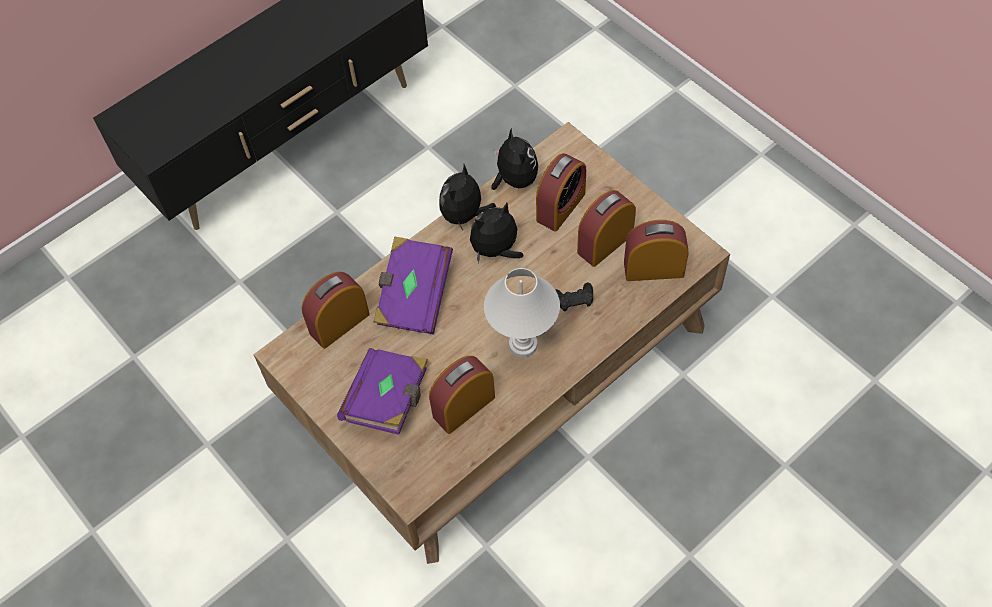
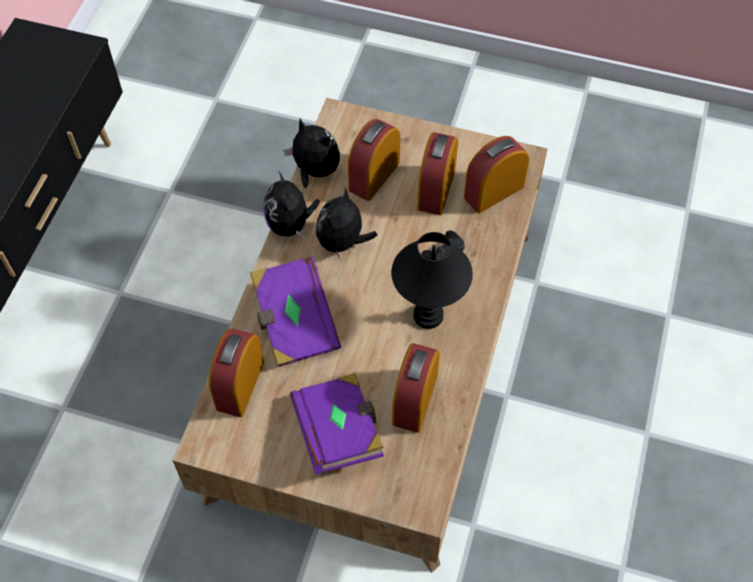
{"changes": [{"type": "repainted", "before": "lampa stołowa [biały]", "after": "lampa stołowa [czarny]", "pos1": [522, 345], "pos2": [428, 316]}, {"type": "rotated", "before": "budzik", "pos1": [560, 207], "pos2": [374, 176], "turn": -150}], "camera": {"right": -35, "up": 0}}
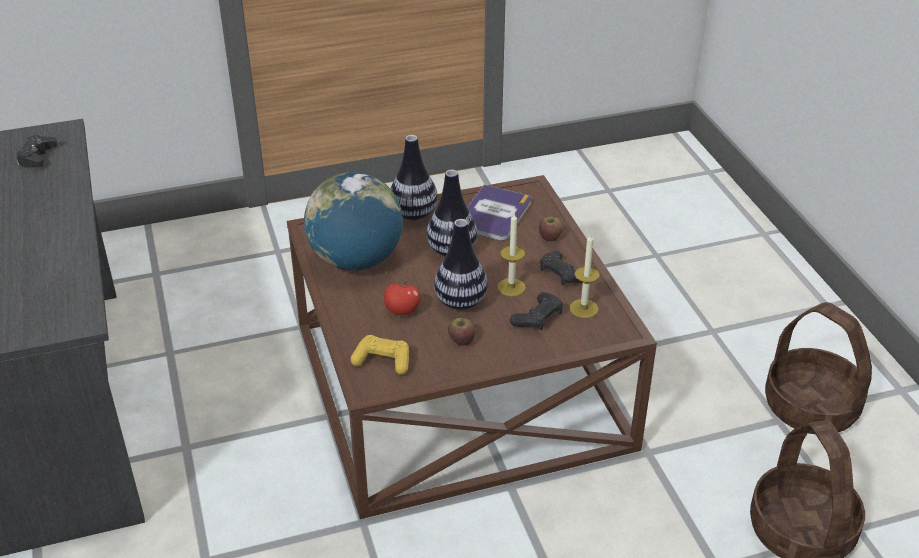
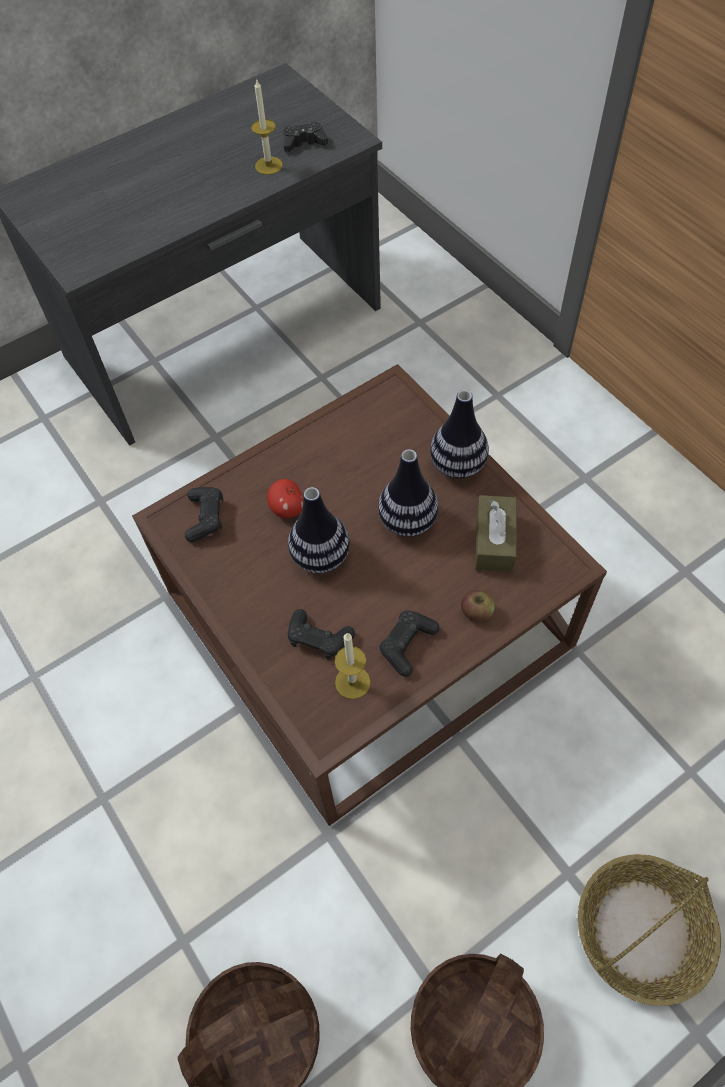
{"changes": [{"type": "gone", "before": "globus", "pos1": [356, 260]}, {"type": "repainted", "before": "pad do gier [żółty]", "after": "pad do gier [czarny]", "pos1": [383, 361], "pos2": [205, 517]}, {"type": "gone", "before": "jabłko", "pos1": [461, 340]}, {"type": "swapped", "before": "książka", "after": "pudełko chusteczek [brązowy]", "pos1": [494, 214], "pos2": [494, 541]}, {"type": "shifted", "before": "świeca", "pos1": [511, 287], "pos2": [268, 165]}, {"type": "new", "after": "koszyk", "pos2": [641, 932]}], "camera": {"right": 75, "up": 20}}
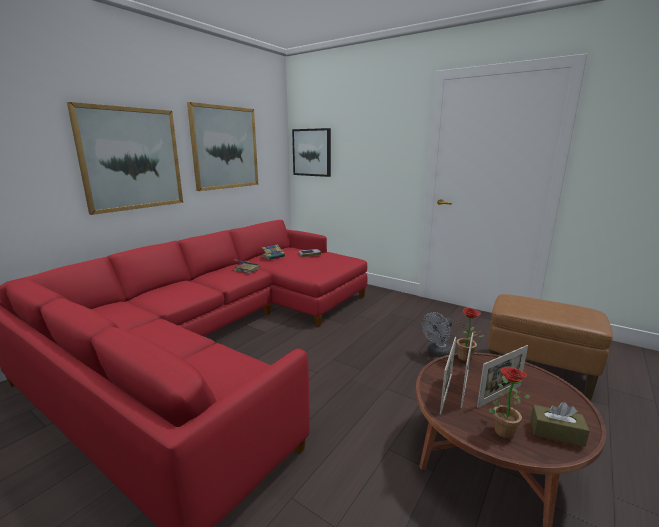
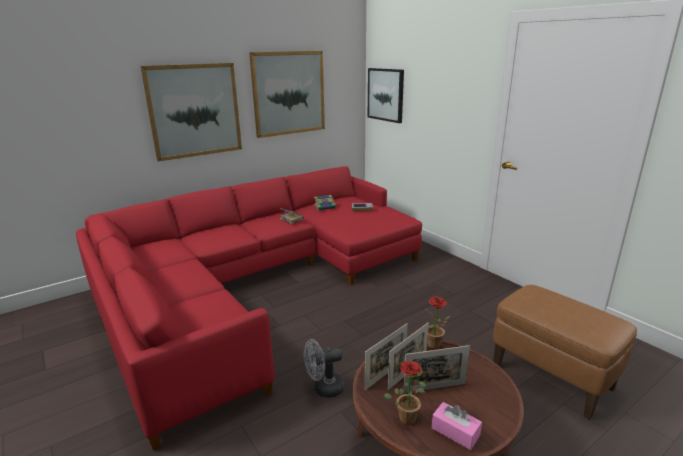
{"changes": [{"type": "shifted", "before": "wentylator [szary]", "pos1": [437, 353], "pos2": [324, 389]}, {"type": "repainted", "before": "pudełko chusteczek [brązowy]", "after": "pudełko chusteczek [różowy]", "pos1": [556, 432], "pos2": [455, 432]}], "camera": {"right": 20, "up": 5}}
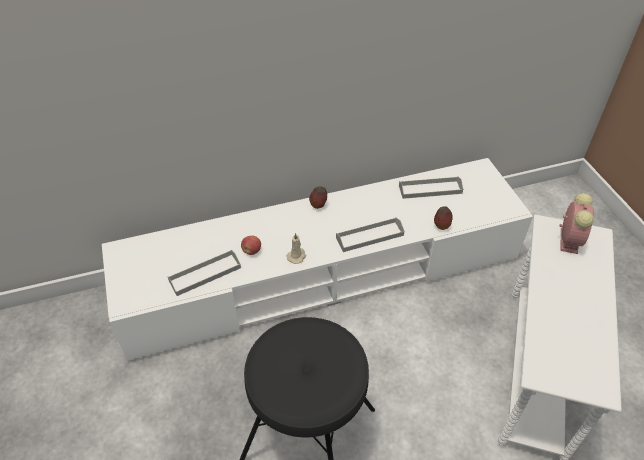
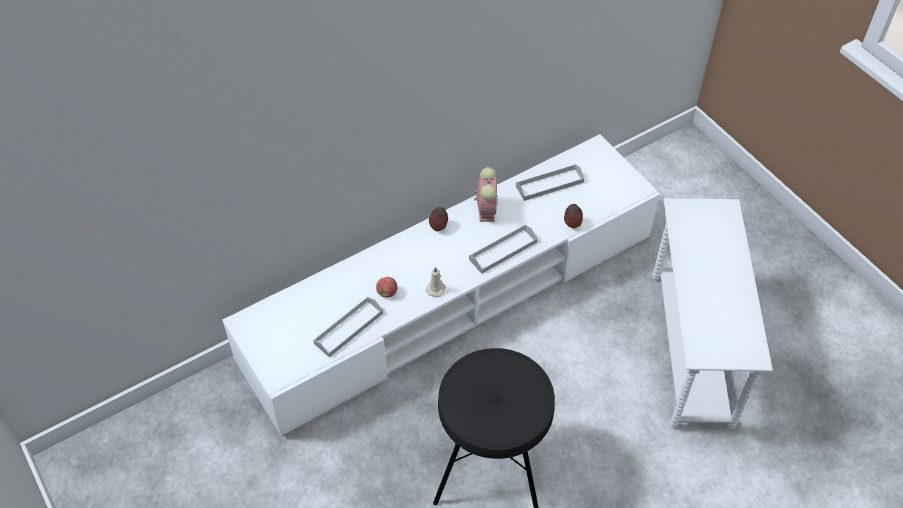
{"changes": [{"type": "shifted", "before": "budzik", "pos1": [568, 239], "pos2": [486, 209]}], "camera": {"right": -15, "up": 5}}
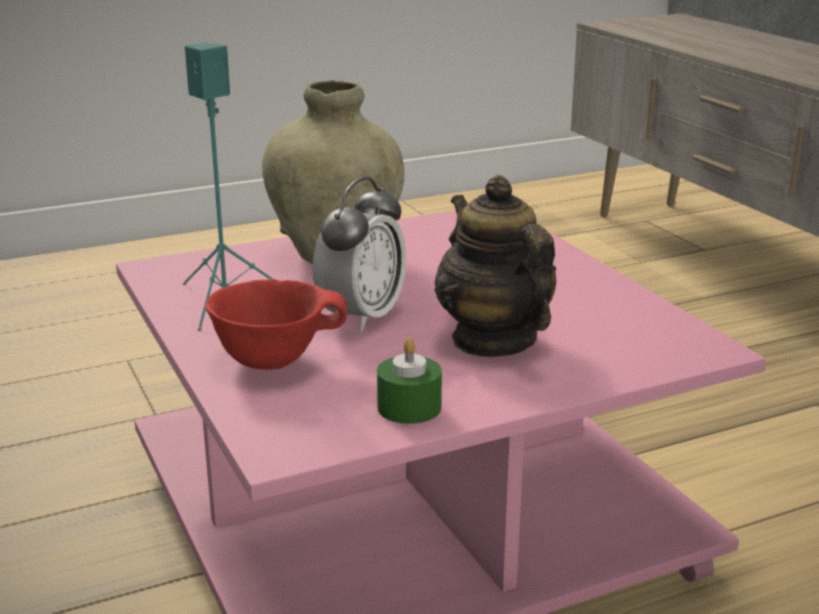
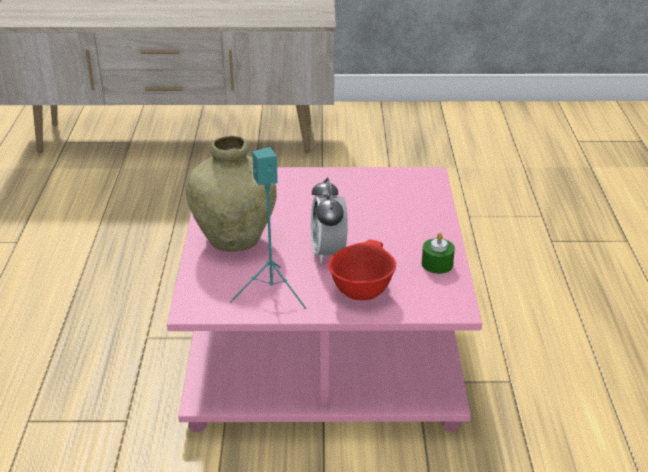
{"changes": [{"type": "rotated", "before": "budzik", "pos1": [361, 317], "pos2": [328, 252], "turn": -150}, {"type": "gone", "before": "imbryk", "pos1": [493, 340]}], "camera": {"right": -65, "up": 10}}
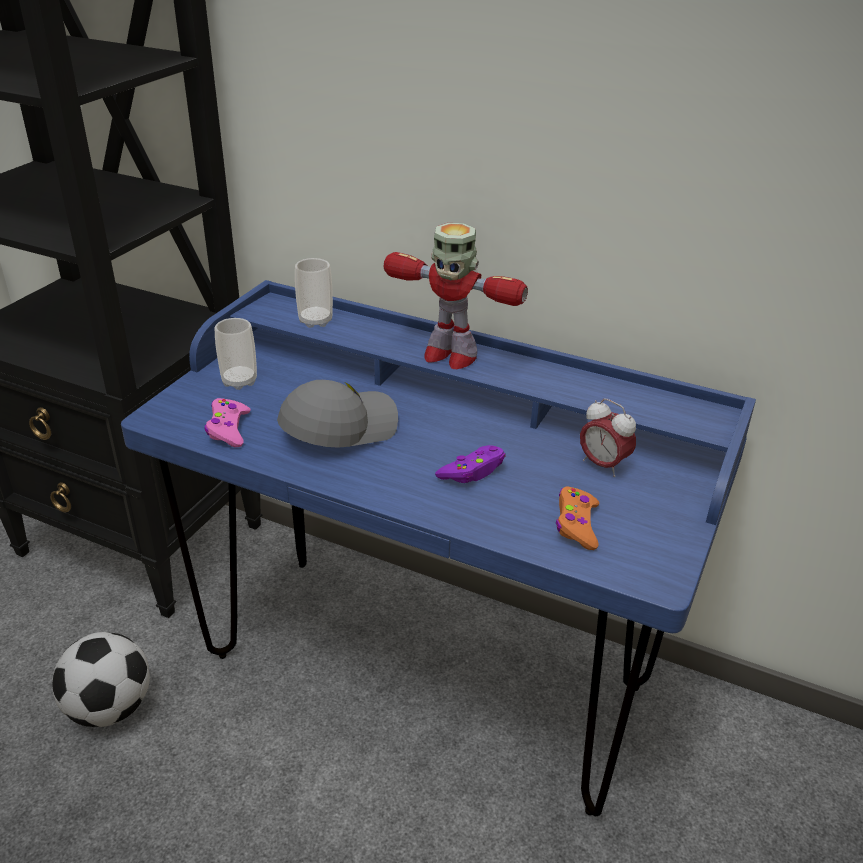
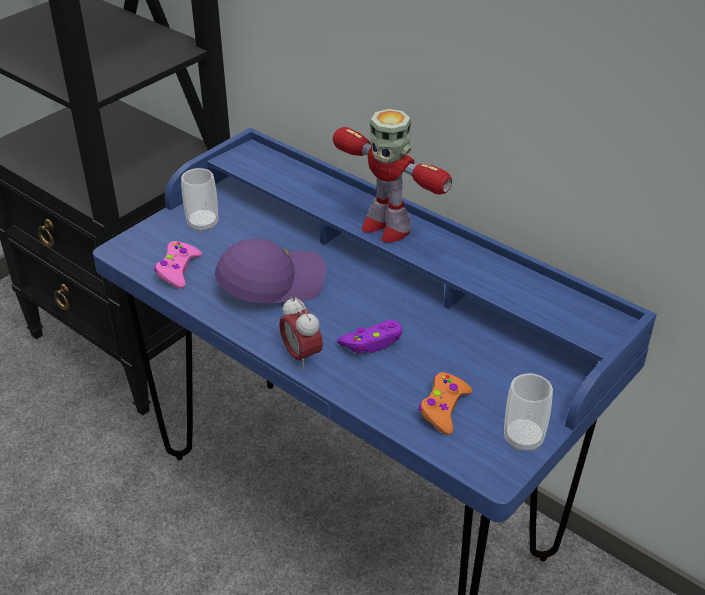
{"changes": [{"type": "gone", "before": "piłka futbolowa", "pos1": [110, 709]}, {"type": "repainted", "before": "czapka z daszkiem [szary]", "after": "czapka z daszkiem [fioletowy]", "pos1": [338, 427], "pos2": [271, 282]}, {"type": "shifted", "before": "filiżanka", "pos1": [315, 321], "pos2": [523, 439]}, {"type": "shifted", "before": "budzik", "pos1": [603, 465], "pos2": [301, 355]}], "camera": {"right": 15, "up": 5}}
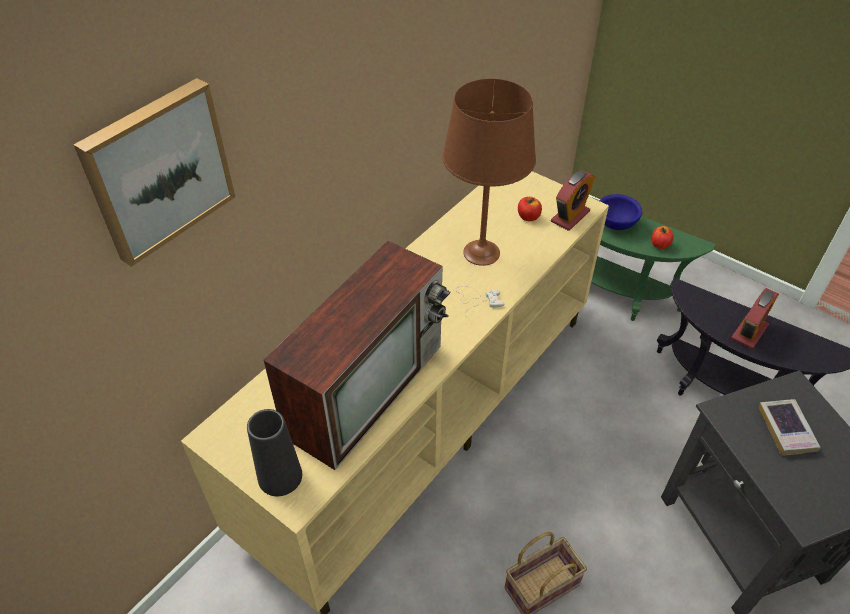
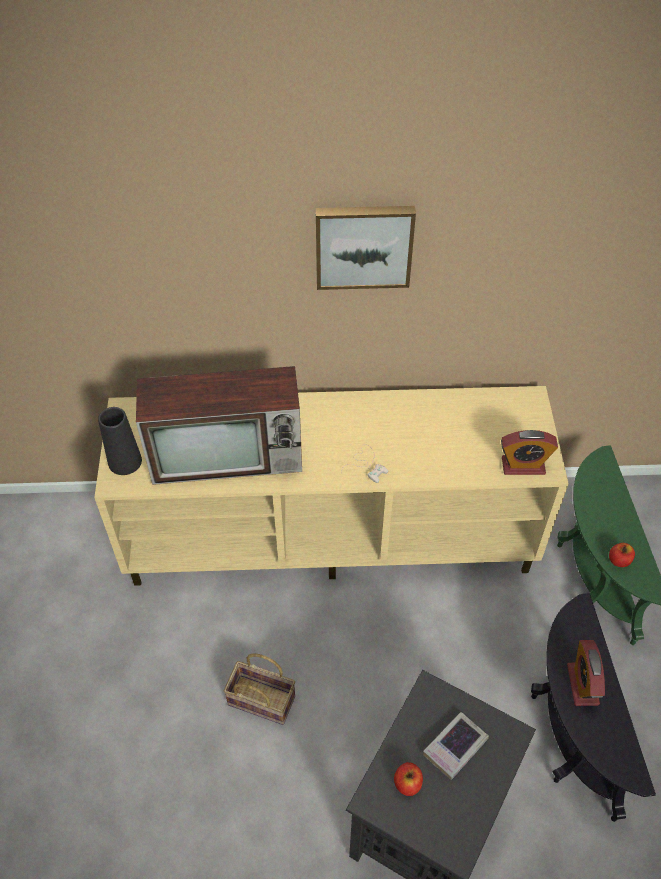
{"changes": [{"type": "shifted", "before": "obraz", "pos1": [158, 170], "pos2": [363, 245]}, {"type": "gone", "before": "lampa stołowa [brązowy]", "pos1": [480, 252]}, {"type": "shifted", "before": "jabłko", "pos1": [528, 217], "pos2": [407, 783]}, {"type": "gone", "before": "miska [niebieski]", "pos1": [616, 224]}, {"type": "rotated", "before": "budzik", "pos1": [749, 332], "pos2": [582, 684], "turn": 90}], "camera": {"right": 50, "up": 5}}
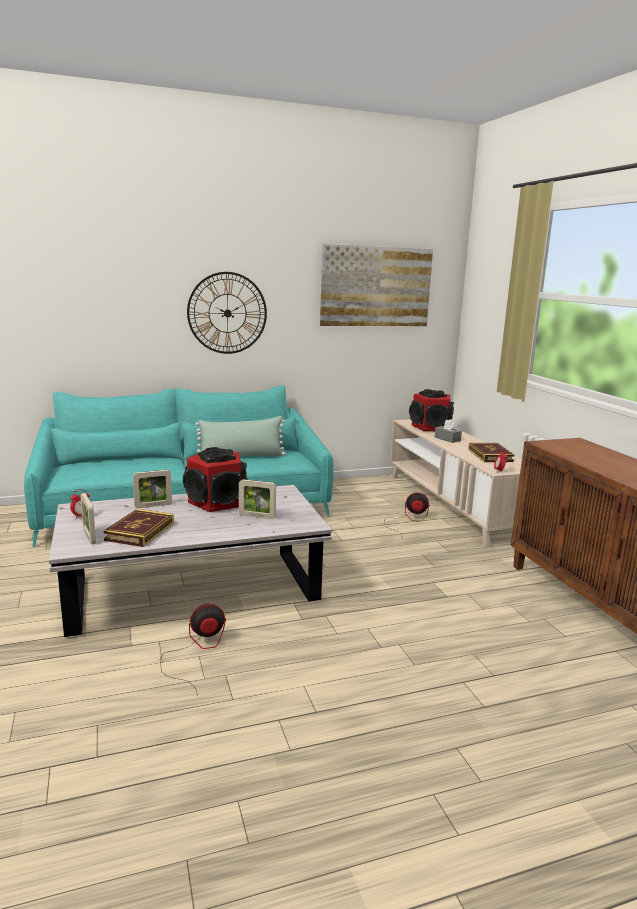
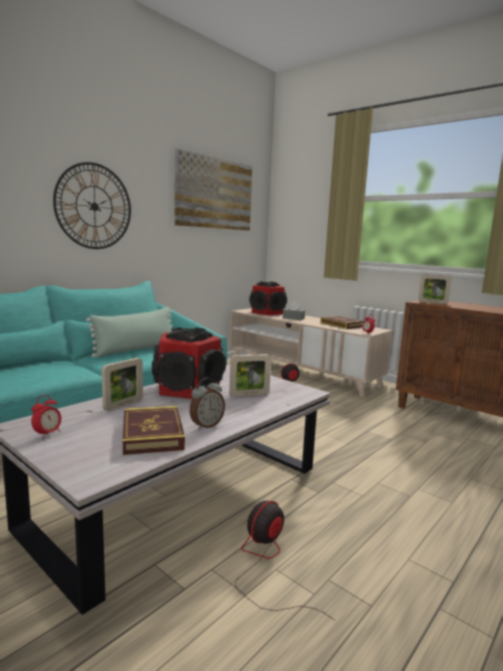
{"changes": [{"type": "shifted", "before": "ramka na zdjęcie", "pos1": [89, 537], "pos2": [432, 302]}, {"type": "new", "after": "budzik", "pos2": [206, 425]}], "camera": {"right": -30, "up": -5}}
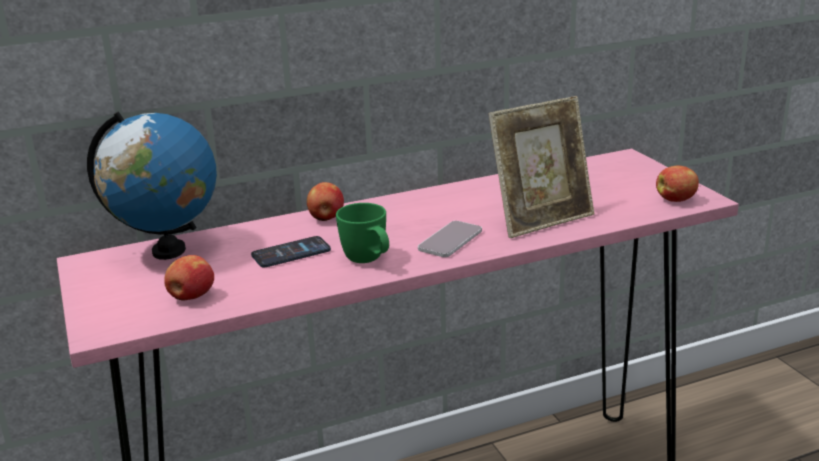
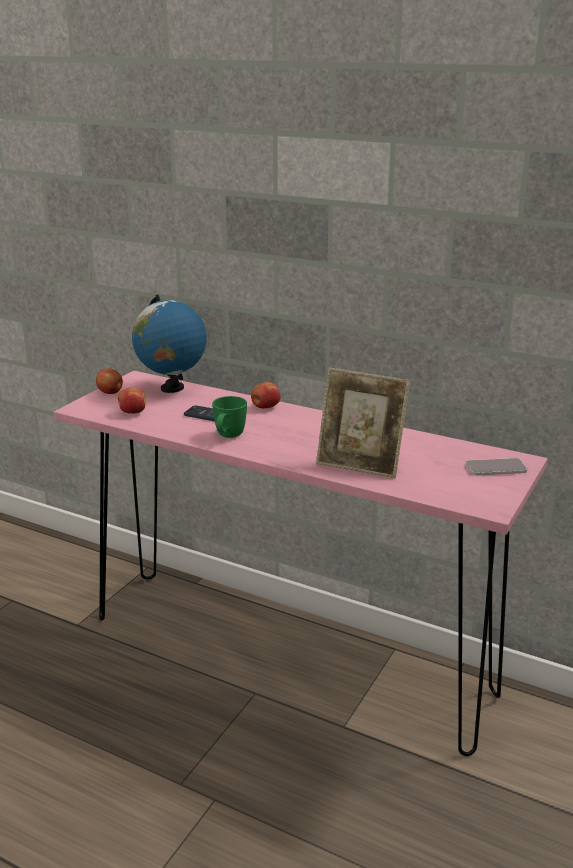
{"changes": [{"type": "shifted", "before": "telefon", "pos1": [450, 240], "pos2": [495, 468]}, {"type": "shifted", "before": "jabłko", "pos1": [676, 200], "pos2": [110, 392]}], "camera": {"right": 50, "up": 0}}
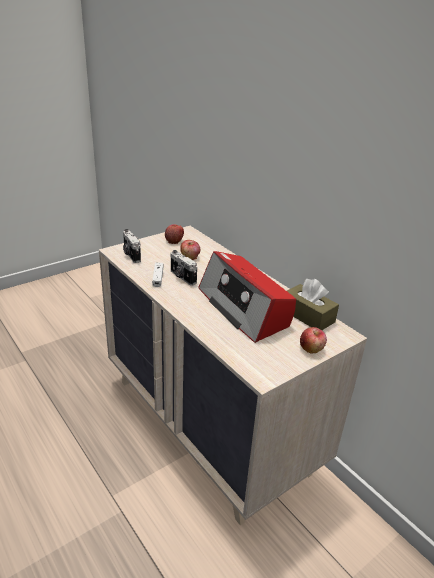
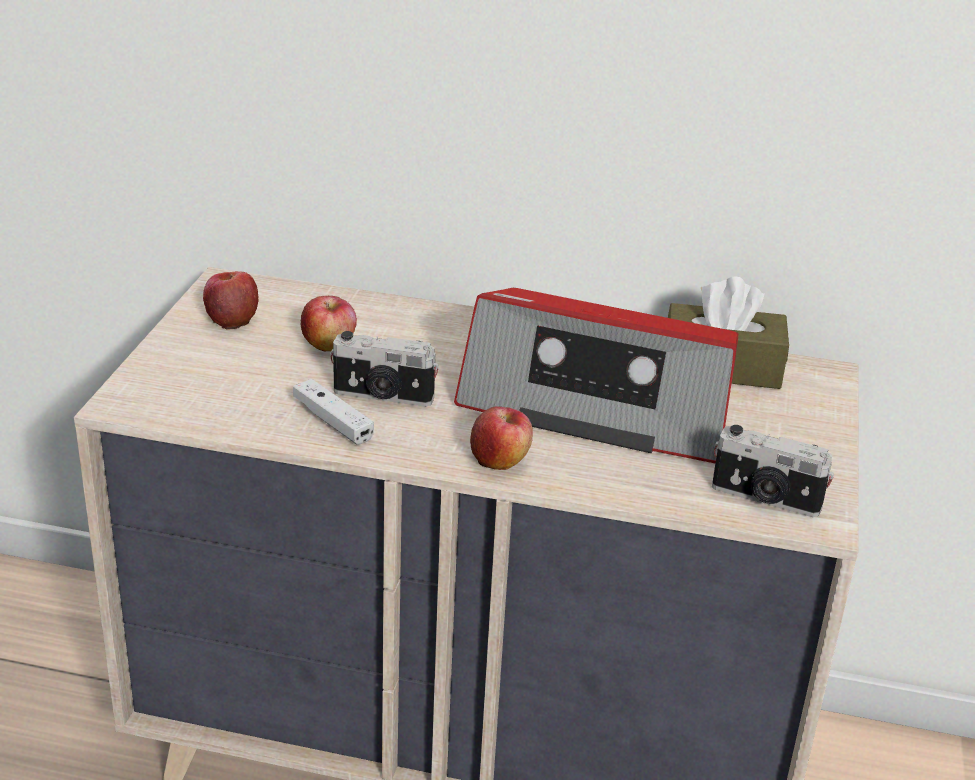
{"changes": [{"type": "shifted", "before": "aparat fotograficzny", "pos1": [131, 255], "pos2": [765, 499]}, {"type": "shifted", "before": "jabłko", "pos1": [311, 349], "pos2": [500, 459]}], "camera": {"right": -40, "up": 0}}
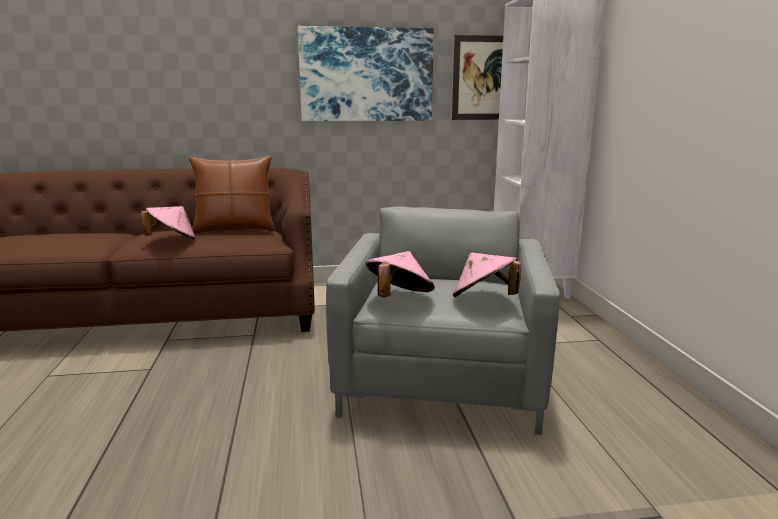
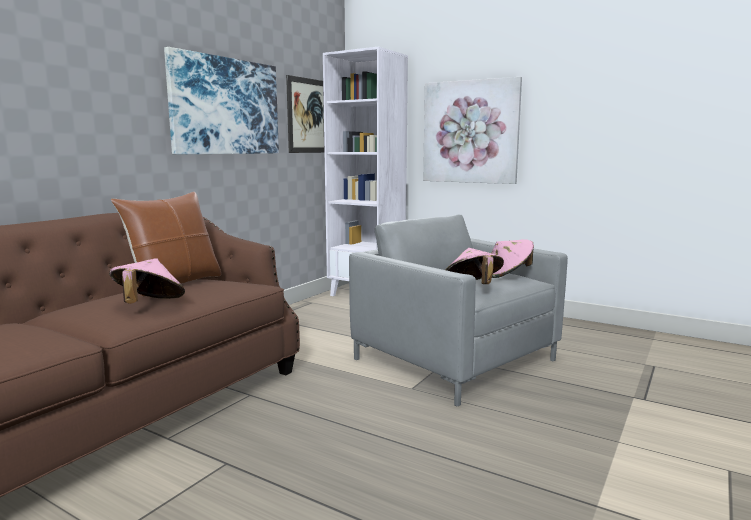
{"changes": [{"type": "new", "after": "obraz", "pos2": [470, 132]}], "camera": {"right": -50, "up": -5}}
